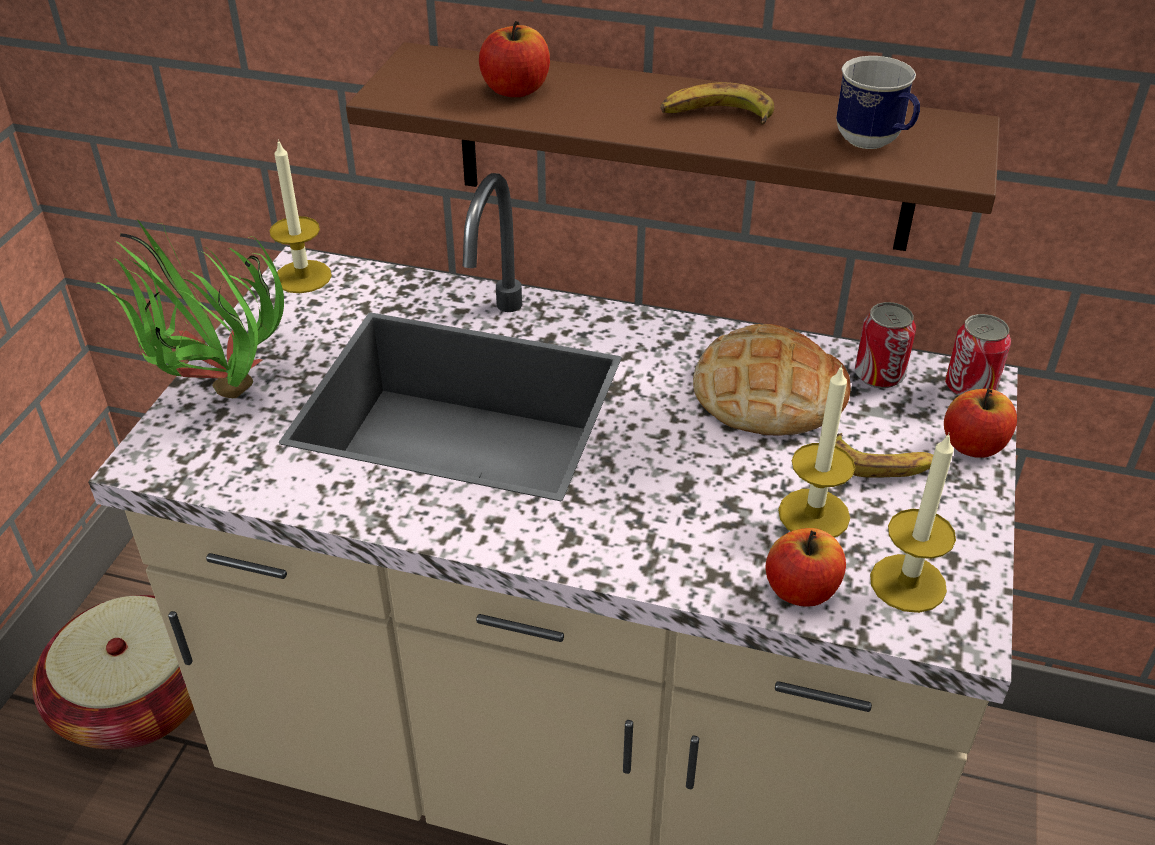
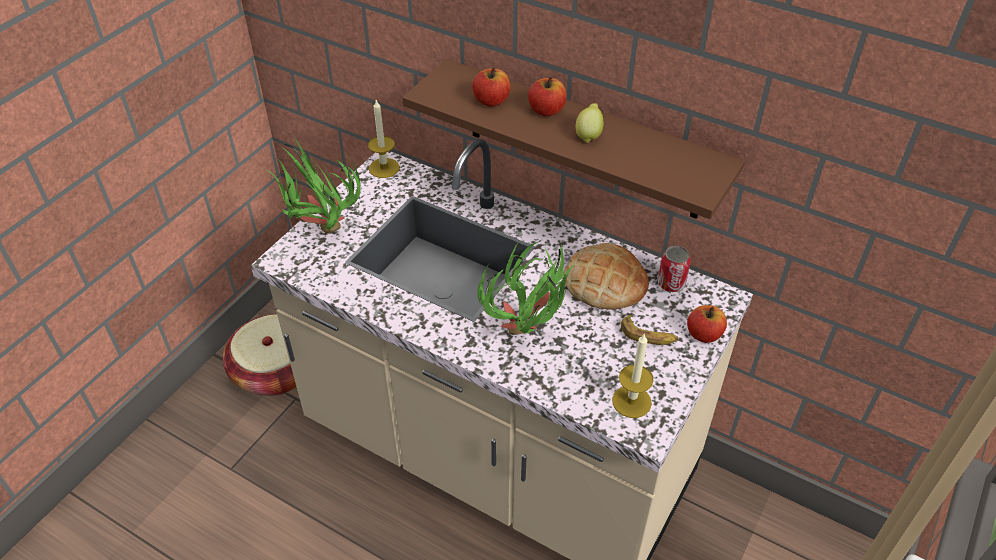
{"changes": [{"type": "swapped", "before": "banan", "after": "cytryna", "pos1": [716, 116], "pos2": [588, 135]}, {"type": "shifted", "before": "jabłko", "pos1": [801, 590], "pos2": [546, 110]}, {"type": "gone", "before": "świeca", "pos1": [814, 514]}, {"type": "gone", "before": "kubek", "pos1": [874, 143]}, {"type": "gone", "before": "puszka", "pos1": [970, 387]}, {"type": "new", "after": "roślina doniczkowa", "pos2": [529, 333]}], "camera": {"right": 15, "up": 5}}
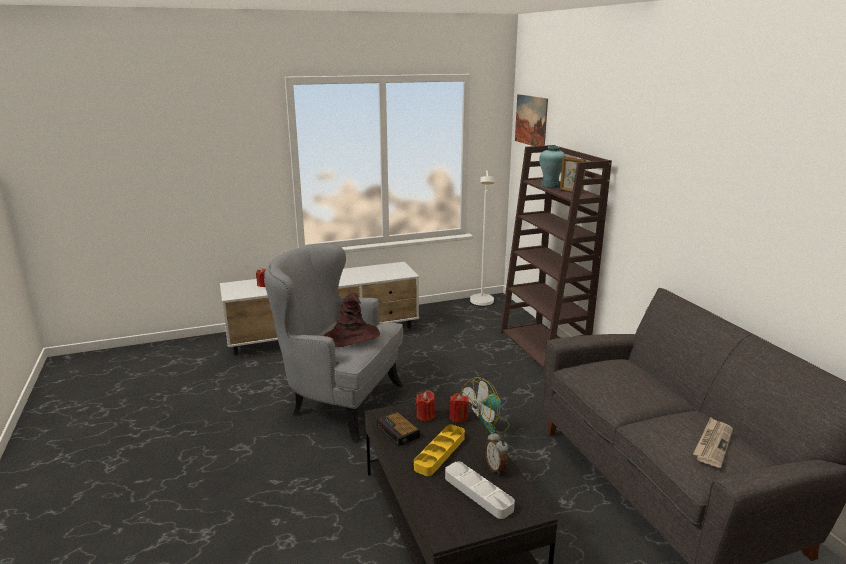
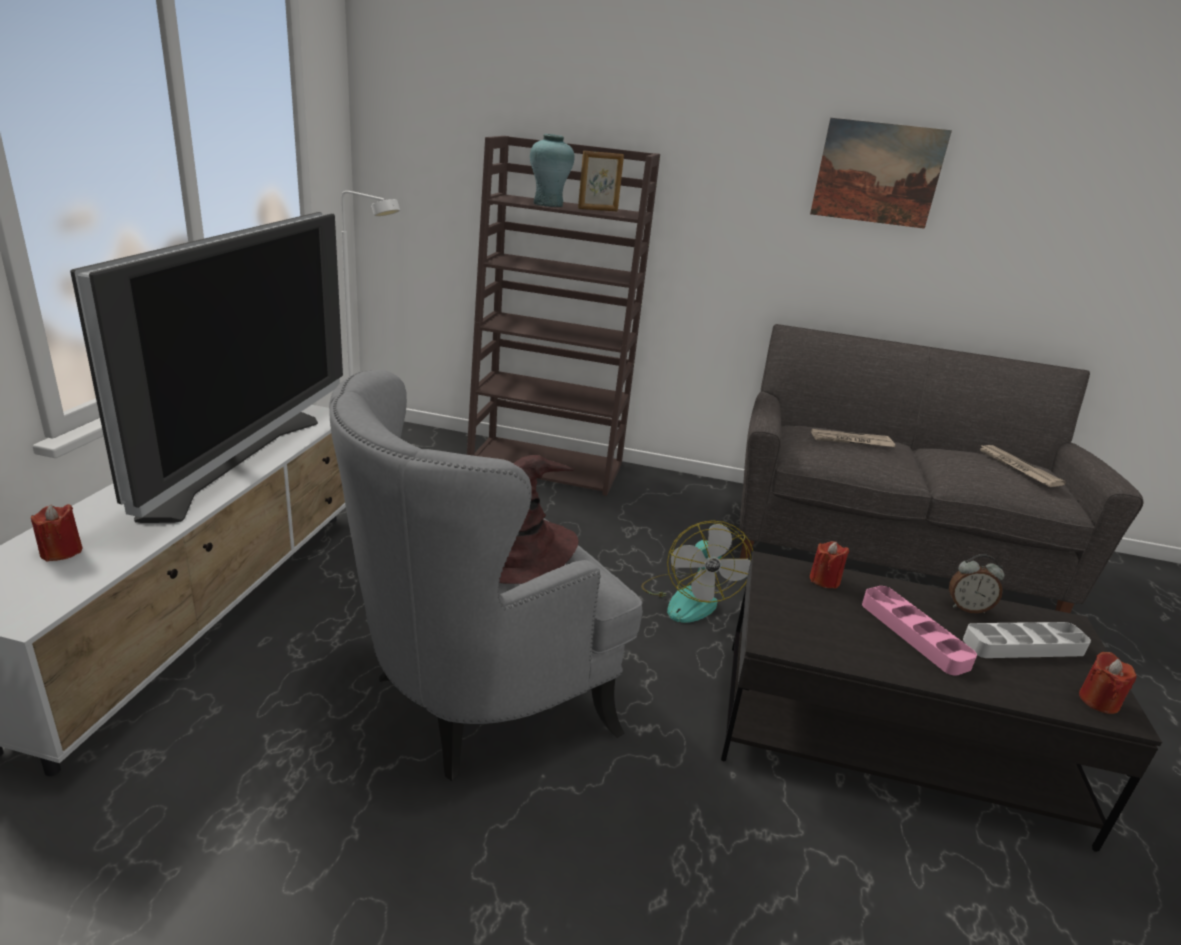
{"changes": [{"type": "gone", "before": "budzik", "pos1": [398, 432]}, {"type": "repainted", "before": "taca [żółty]", "after": "taca [różowy]", "pos1": [440, 453], "pos2": [913, 634]}, {"type": "shifted", "before": "świeca [czerwony]", "pos1": [425, 416], "pos2": [1098, 701]}, {"type": "shifted", "before": "obraz", "pos1": [531, 120], "pos2": [877, 173]}, {"type": "new", "after": "telewizor", "pos2": [238, 461]}, {"type": "new", "after": "gazeta", "pos2": [851, 441]}], "camera": {"right": -60, "up": 5}}
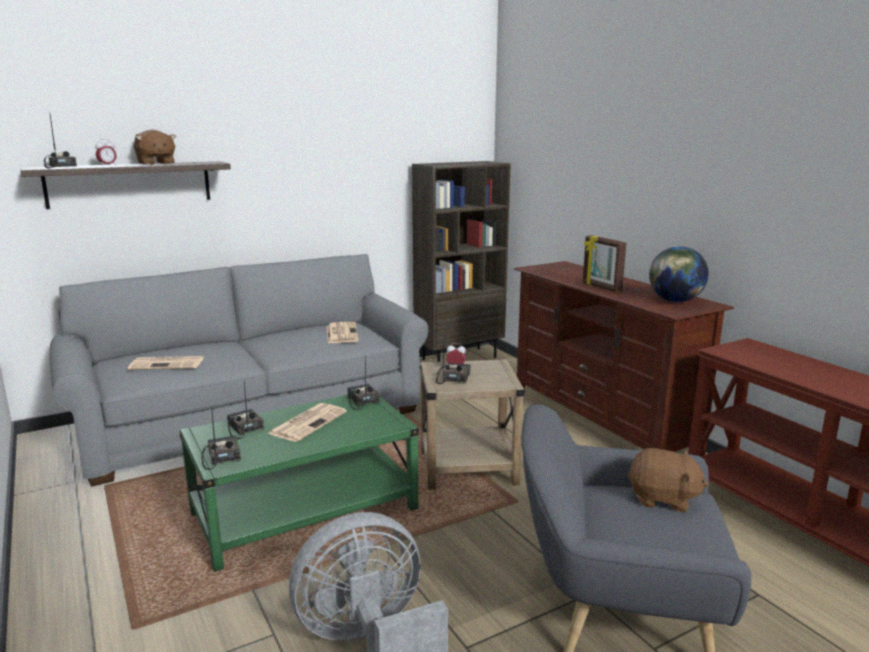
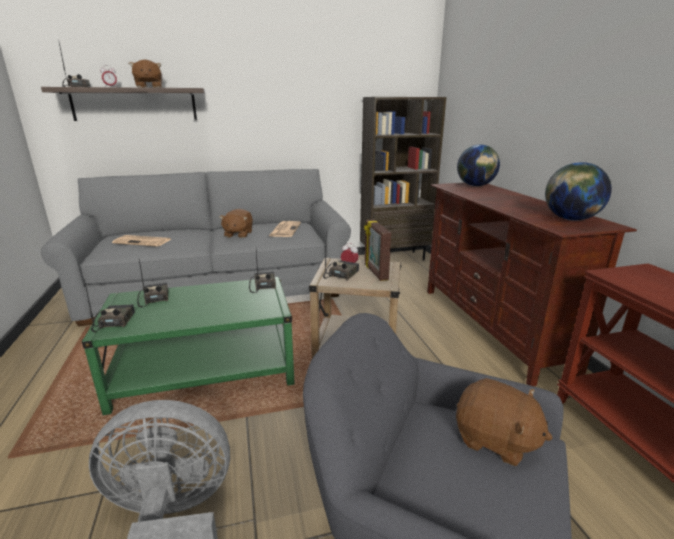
{"changes": [{"type": "gone", "before": "gazeta", "pos1": [308, 422]}, {"type": "shifted", "before": "ramka na zdjęcie", "pos1": [601, 287], "pos2": [375, 272]}, {"type": "new", "after": "pluszak [brązowy]", "pos2": [238, 234]}, {"type": "new", "after": "globus", "pos2": [475, 185]}], "camera": {"right": 15, "up": 5}}
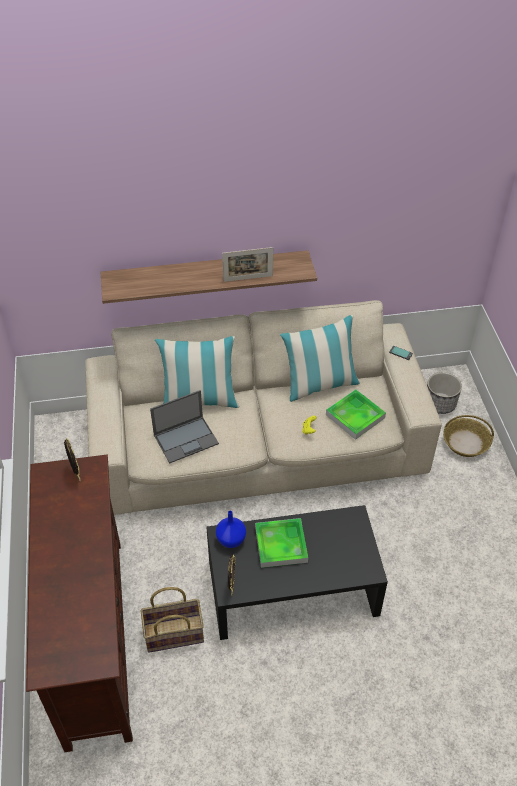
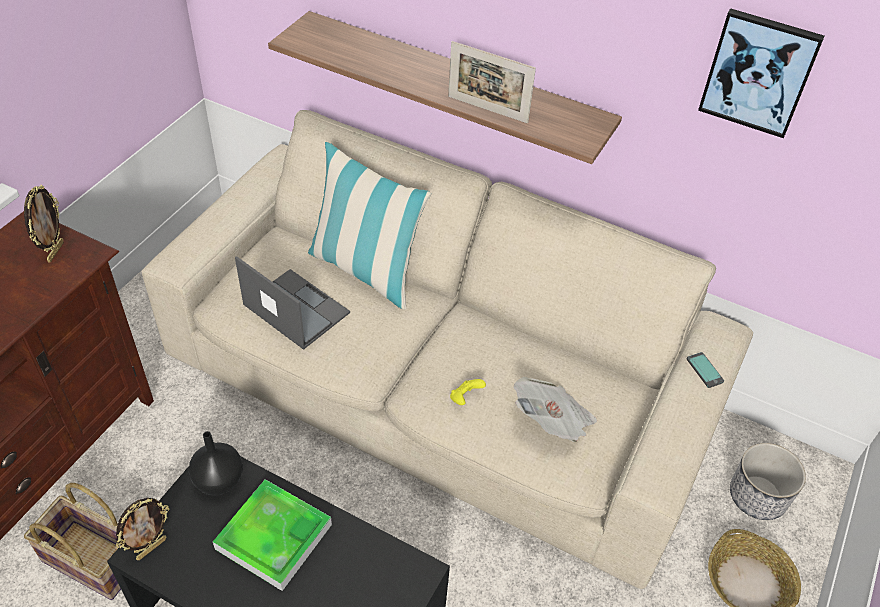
{"changes": [{"type": "rotated", "before": "laptop", "pos1": [186, 439], "pos2": [295, 308], "turn": -150}, {"type": "repainted", "before": "wazon [niebieski]", "after": "wazon [czarny]", "pos1": [231, 539], "pos2": [220, 480]}, {"type": "gone", "before": "poduszka", "pos1": [320, 385]}, {"type": "swapped", "before": "taca", "after": "gazeta", "pos1": [355, 416], "pos2": [552, 422]}, {"type": "new", "after": "obraz", "pos2": [758, 73]}], "camera": {"right": 35, "up": 0}}
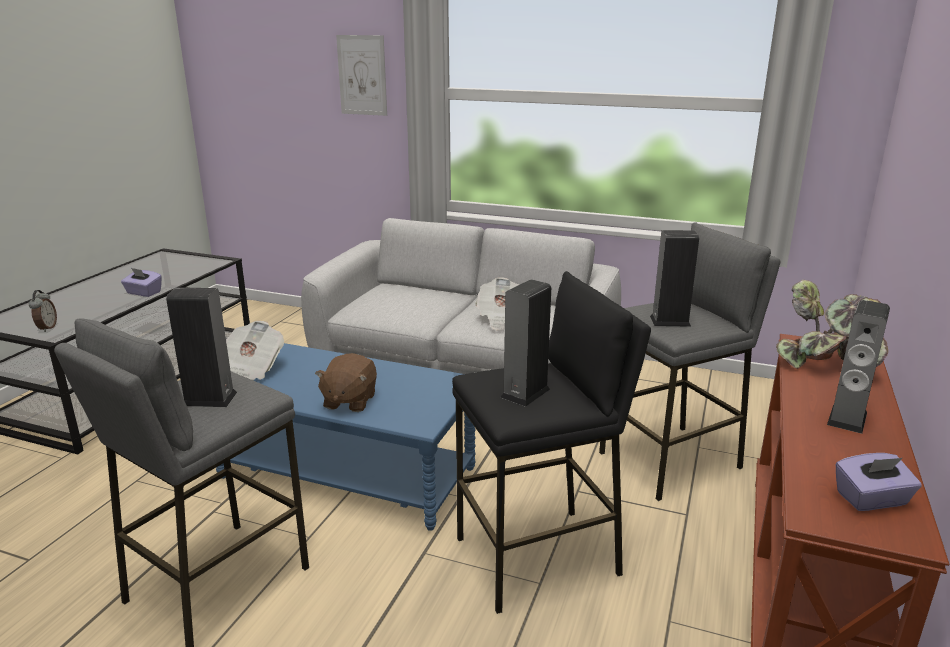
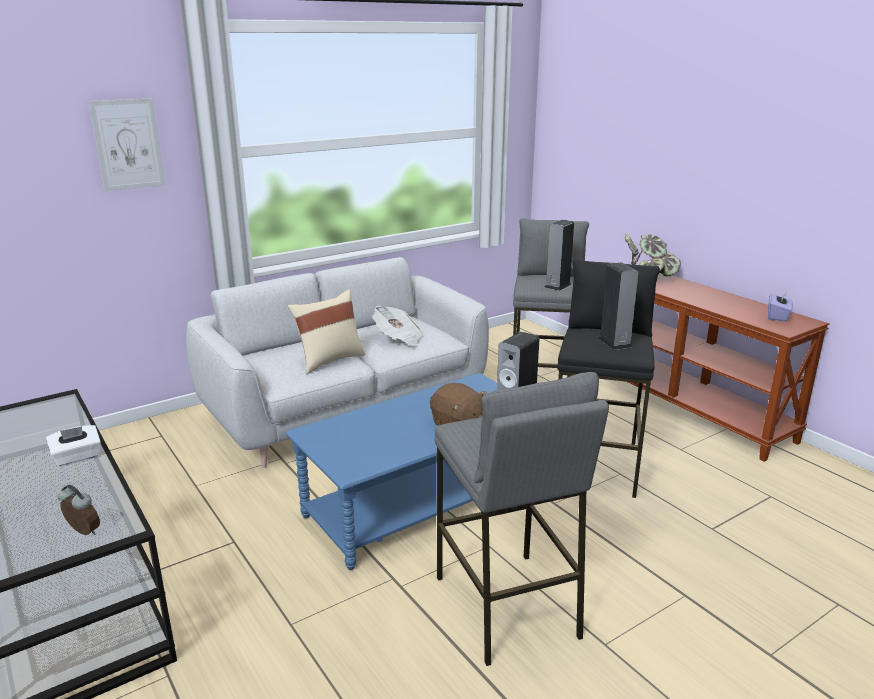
{"changes": [{"type": "repainted", "before": "pudełko chusteczek [fioletowy]", "after": "pudełko chusteczek [biały]", "pos1": [143, 293], "pos2": [77, 457]}, {"type": "gone", "before": "gazeta", "pos1": [250, 370]}, {"type": "gone", "before": "głośnik", "pos1": [847, 418]}, {"type": "new", "after": "poduszka [beżowy]", "pos2": [329, 360]}], "camera": {"right": -55, "up": 0}}
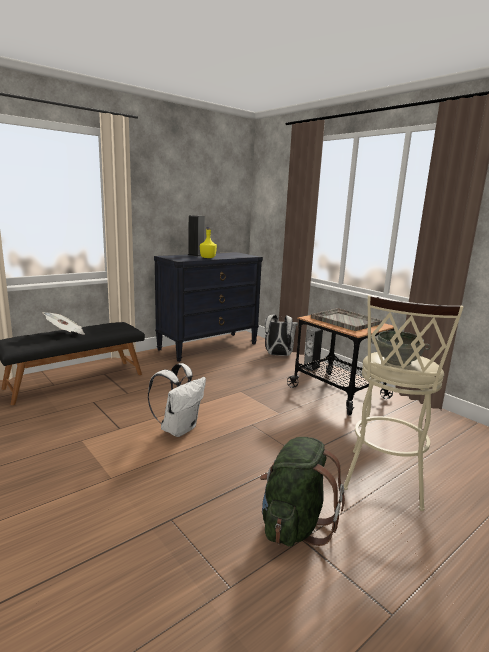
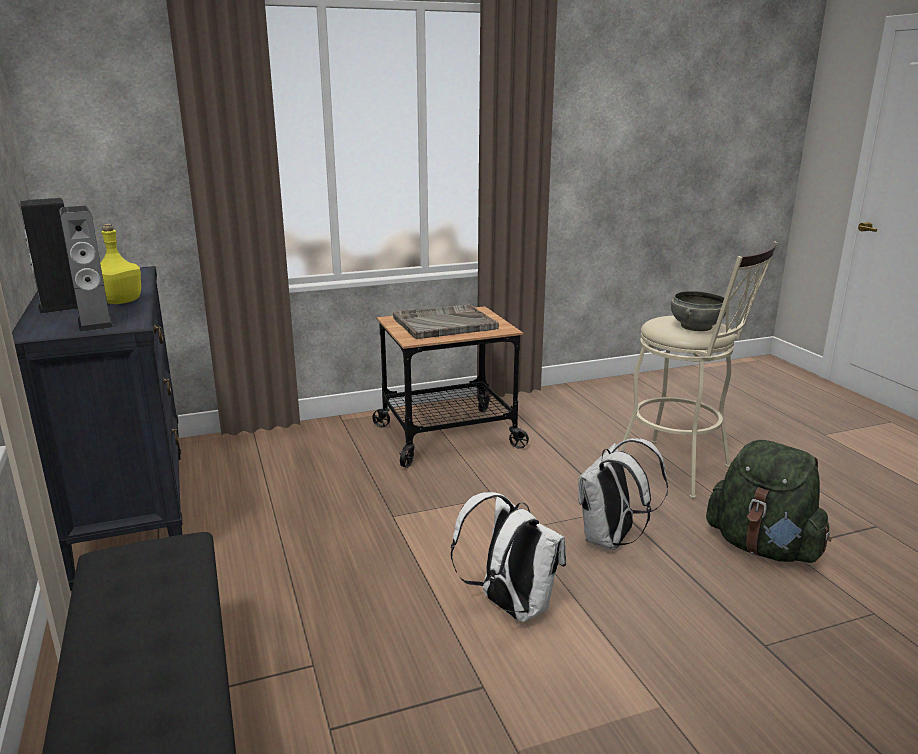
{"changes": [{"type": "gone", "before": "gazeta", "pos1": [66, 333]}, {"type": "shifted", "before": "plecak [biały]", "pos1": [278, 355], "pos2": [611, 540]}, {"type": "shifted", "before": "głośnik", "pos1": [311, 367], "pos2": [95, 323]}], "camera": {"right": -70, "up": 5}}
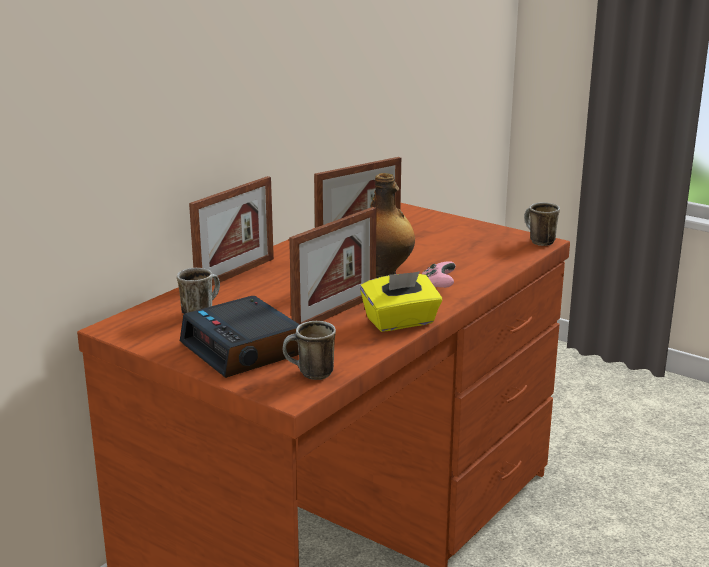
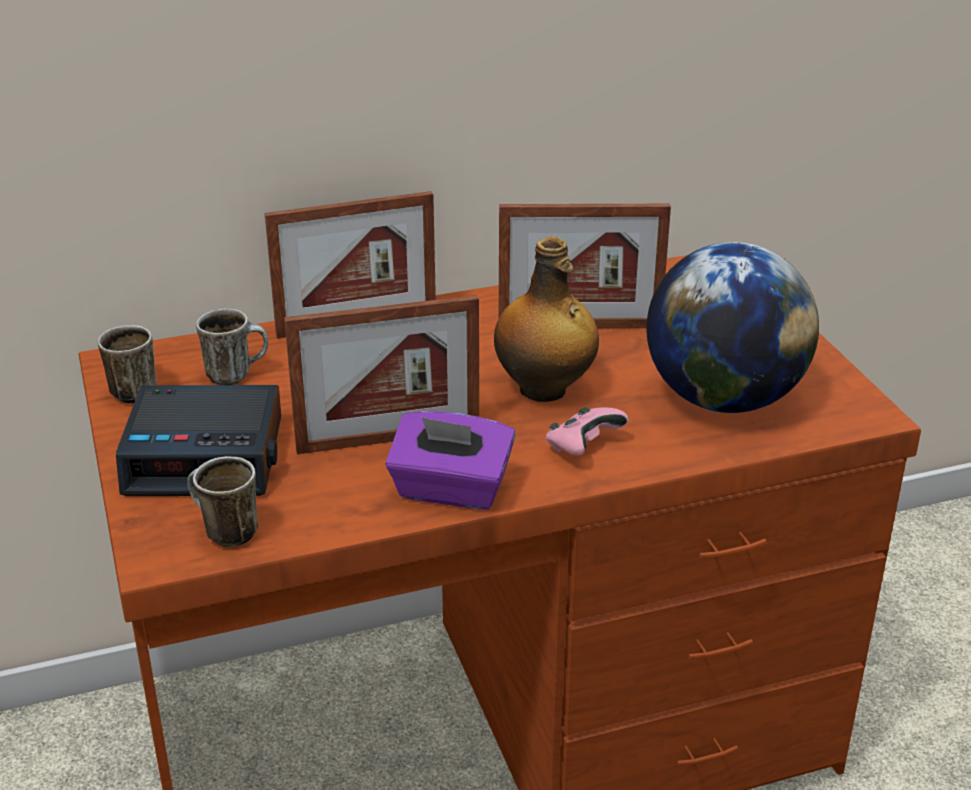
{"changes": [{"type": "rotated", "before": "budzik", "pos1": [244, 349], "pos2": [206, 456], "turn": -90}, {"type": "repainted", "before": "pudełko chusteczek [żółty]", "after": "pudełko chusteczek [fioletowy]", "pos1": [400, 322], "pos2": [450, 490]}, {"type": "shifted", "before": "kubek", "pos1": [537, 241], "pos2": [133, 389]}, {"type": "new", "after": "globus", "pos2": [723, 399]}], "camera": {"right": 35, "up": 10}}
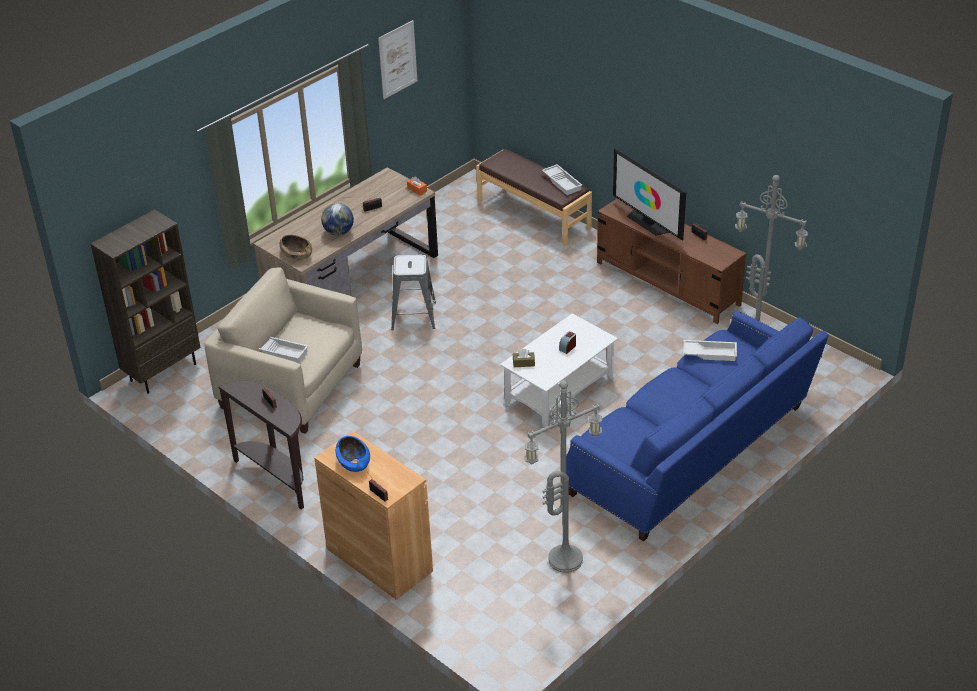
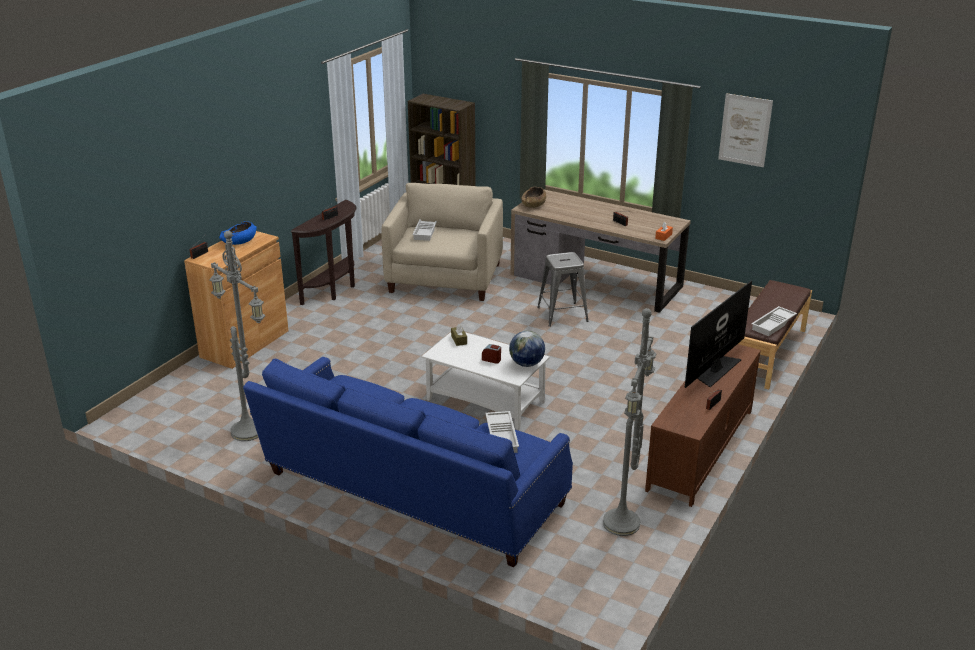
{"changes": [{"type": "shifted", "before": "globus", "pos1": [338, 232], "pos2": [526, 364]}], "camera": {"right": 75, "up": -10}}
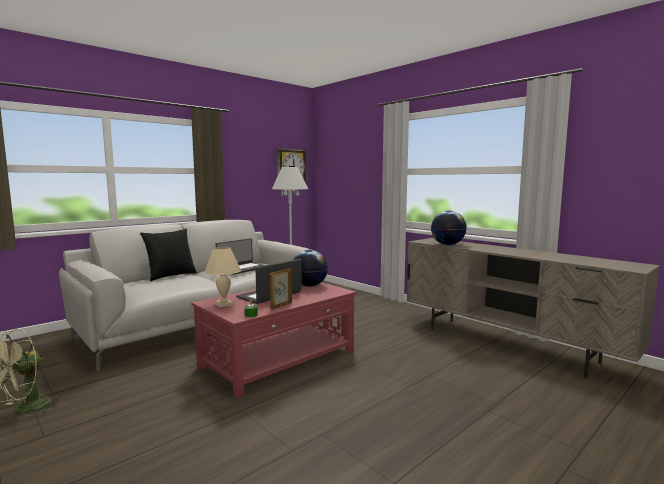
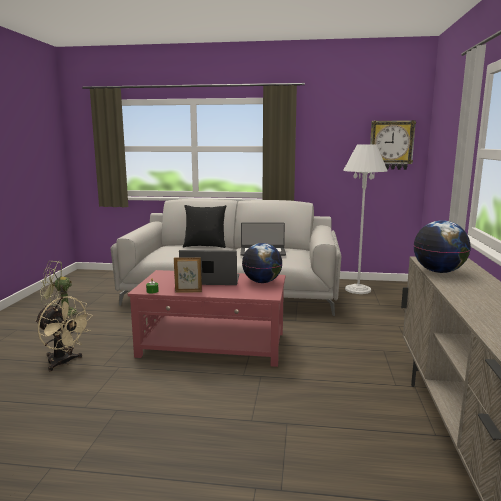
{"changes": [{"type": "gone", "before": "lampa stołowa [beżowy]", "pos1": [224, 304]}, {"type": "new", "after": "wentylator [beżowy]", "pos2": [64, 363]}], "camera": {"right": 50, "up": 5}}
